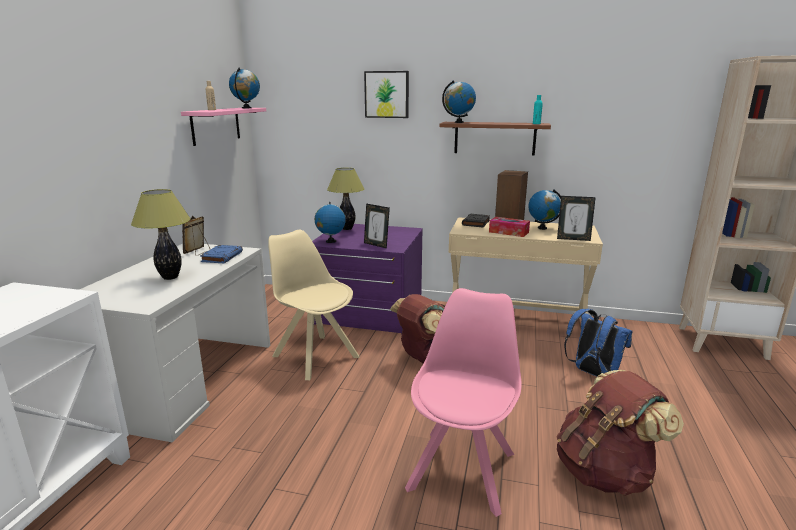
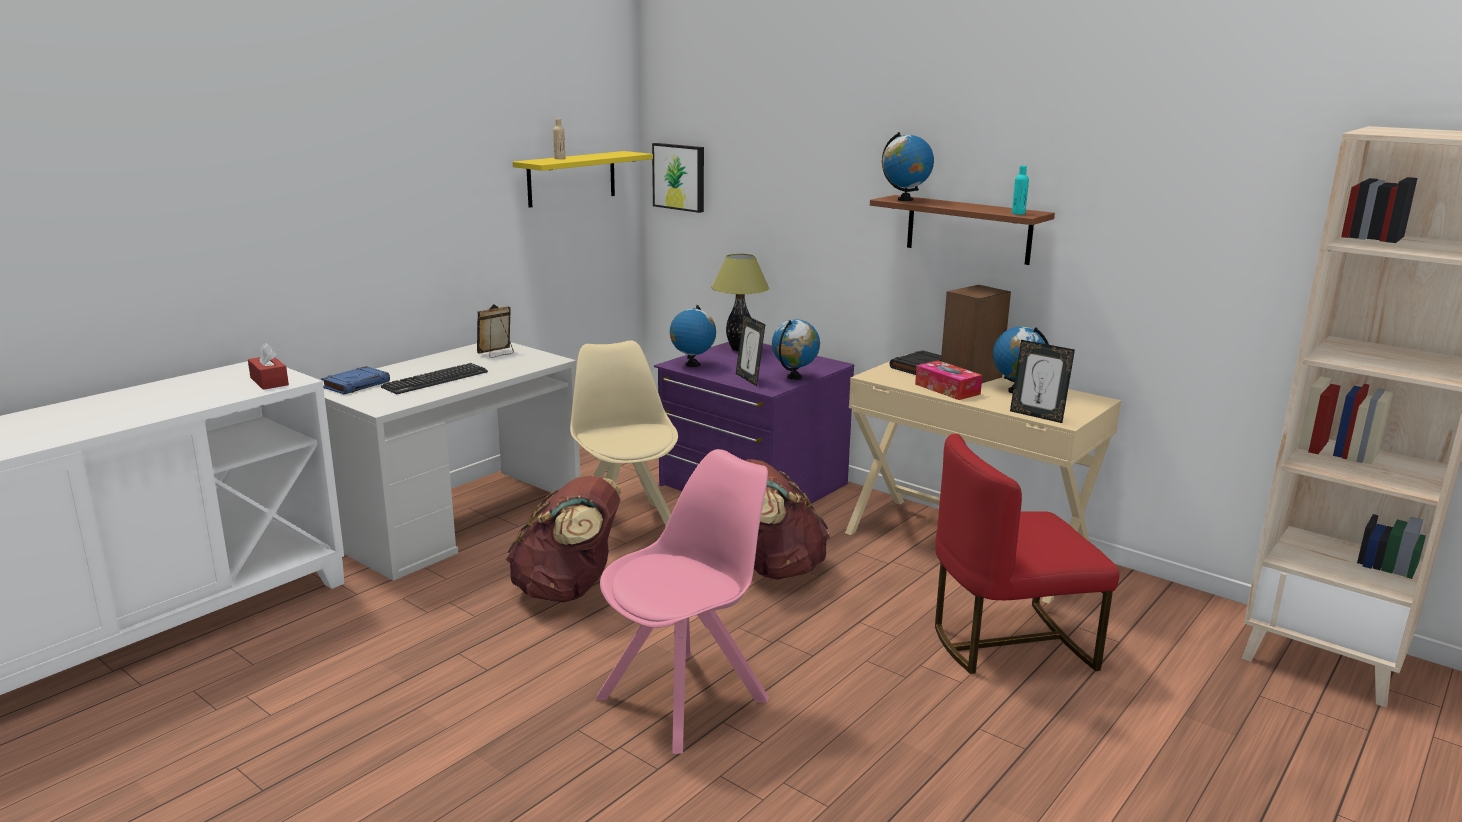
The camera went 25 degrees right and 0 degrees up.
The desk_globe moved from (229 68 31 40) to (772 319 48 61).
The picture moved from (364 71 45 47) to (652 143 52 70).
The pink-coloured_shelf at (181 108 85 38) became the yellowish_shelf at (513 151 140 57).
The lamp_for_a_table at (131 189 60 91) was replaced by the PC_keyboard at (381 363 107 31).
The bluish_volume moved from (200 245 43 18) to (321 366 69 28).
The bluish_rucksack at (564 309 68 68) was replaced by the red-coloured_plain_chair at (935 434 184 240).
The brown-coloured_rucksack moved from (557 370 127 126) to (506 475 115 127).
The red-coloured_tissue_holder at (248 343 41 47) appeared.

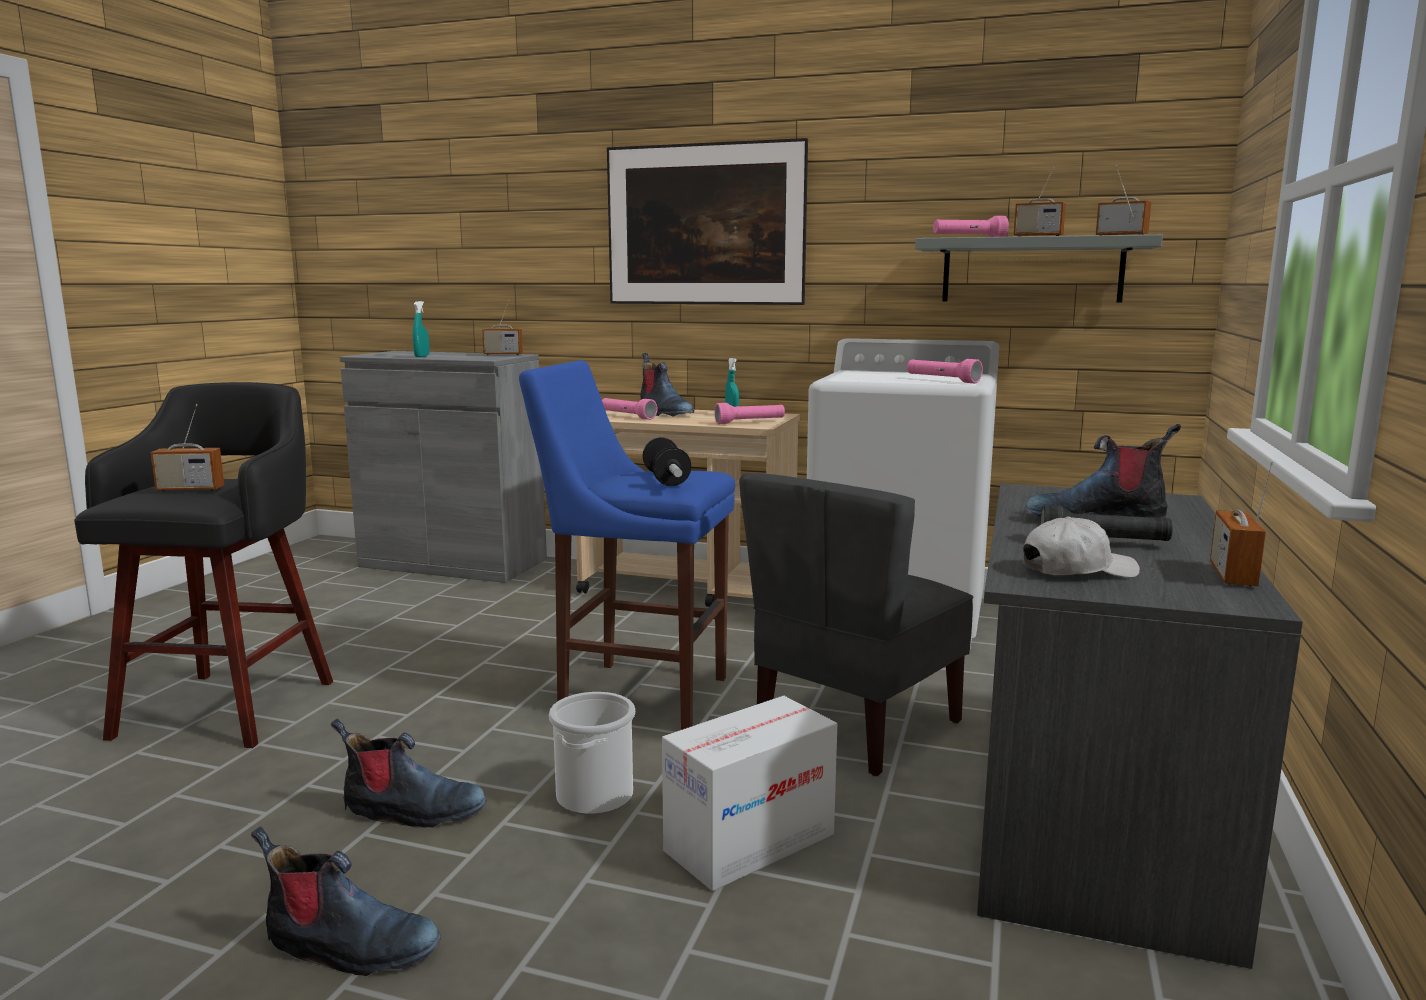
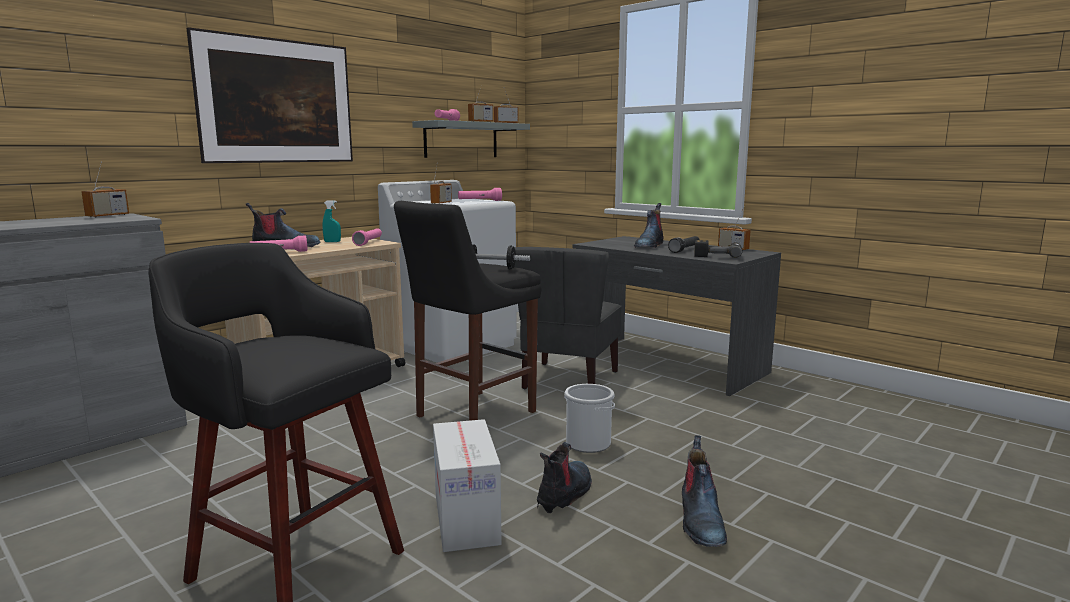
The camera went 65 degrees left and 0 degrees up.
The blue-green_hand_sprayer at (413 301 17 56) disappeared.
The bluish_stool_seat at (519 360 216 370) became the black_stool_seat at (394 201 147 220).
The radio_receiver moved from (150 404 74 88) to (430 166 22 38).
The greyish_plain_chair at (739 473 234 303) turned 45 degrees clockwise.
The whitish_cap at (1023 516 117 62) was replaced by the electric_drill at (694 240 48 18).
The cardboard_box moved from (662 696 175 195) to (433 419 69 133).
The tall_boot at (251 827 190 149) turned 150 degrees clockwise.

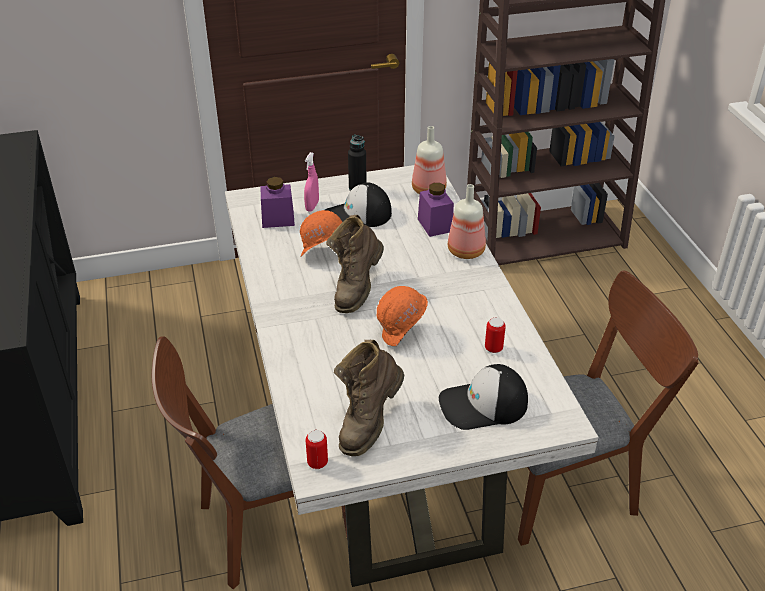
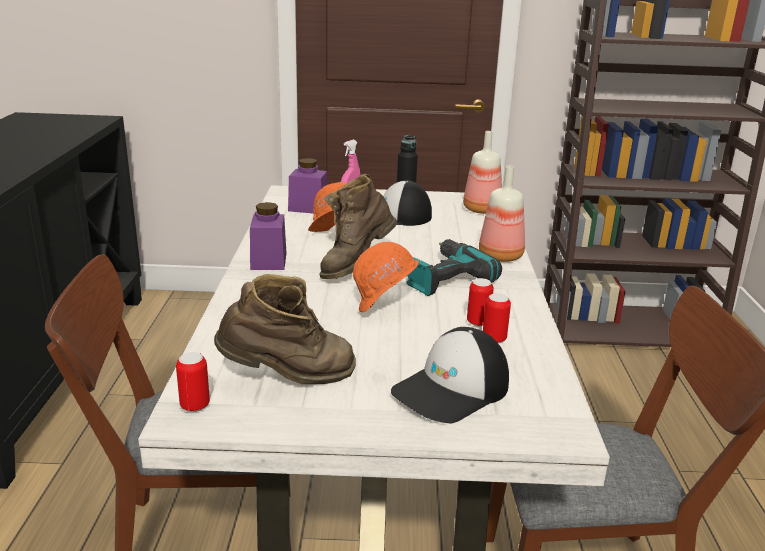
The camera went 15 degrees right and 15 degrees down.
The purplish_preserve_jar moved from (418 183 36 54) to (250 202 37 68).
The brown-coloured_tall_boot at (334 340 70 116) turned 150 degrees counterclockwise.
The cap at (439 364 89 66) turned 45 degrees counterclockwise.
The electric_drill at (406 239 96 57) appeared.
The metal_can at (467 278 27 48) appeared.

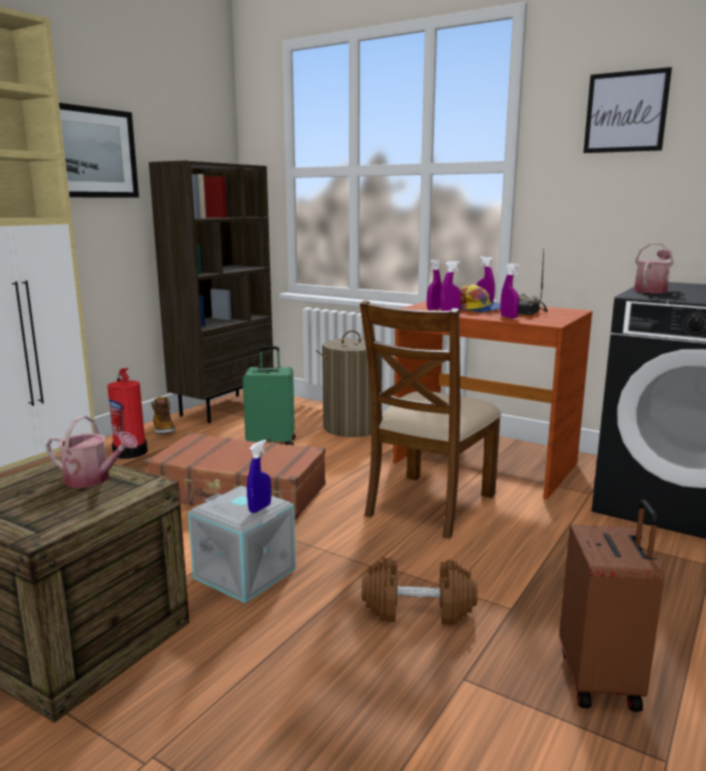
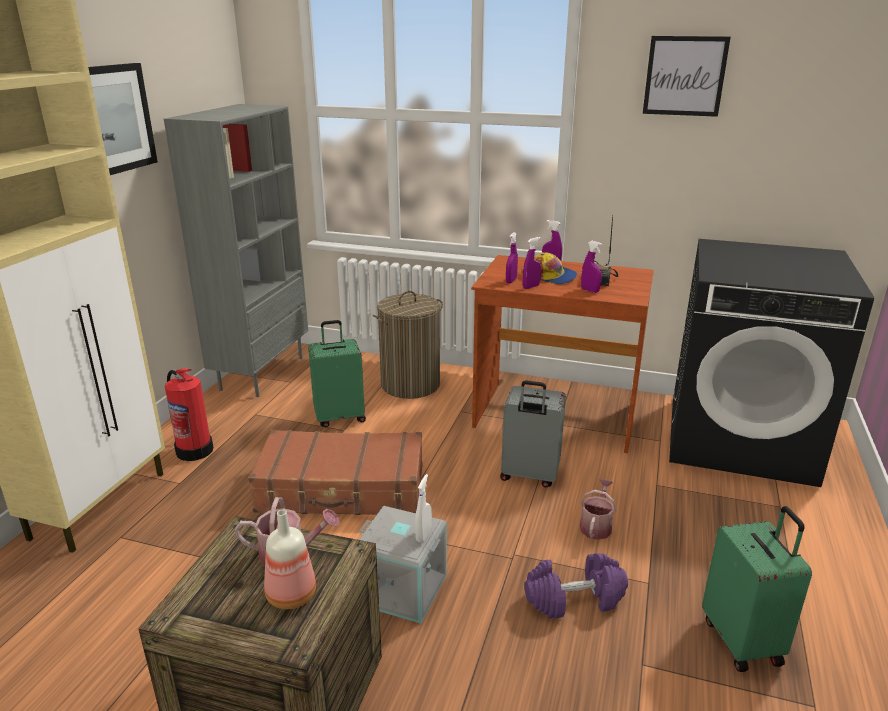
The camera went 15 degrees left and 10 degrees up.
The brown-coloured_bookcase at (149 160 124 263) became the greyish_bookcase at (164 104 144 293).
The sprinkling_can moved from (634 243 39 50) to (580 479 36 61).
The brown-coloured_plain_chair at (360 301 141 238) was replaced by the greyish_travel_case at (500 380 66 108).
The tall_boot at (152 396 24 38) disappeared.
The bluish_hand_sprayer at (247 440 24 73) became the whitish_hand_sprayer at (415 474 17 69).
The brown-coloured_travel_case at (559 500 105 212) became the green_travel_case at (702 506 110 166).
The brown-coloured_free_weight at (362 557 116 68) became the purplish_free_weight at (525 553 103 66).
The beverage_bottle at (264 510 52 99) appeared.

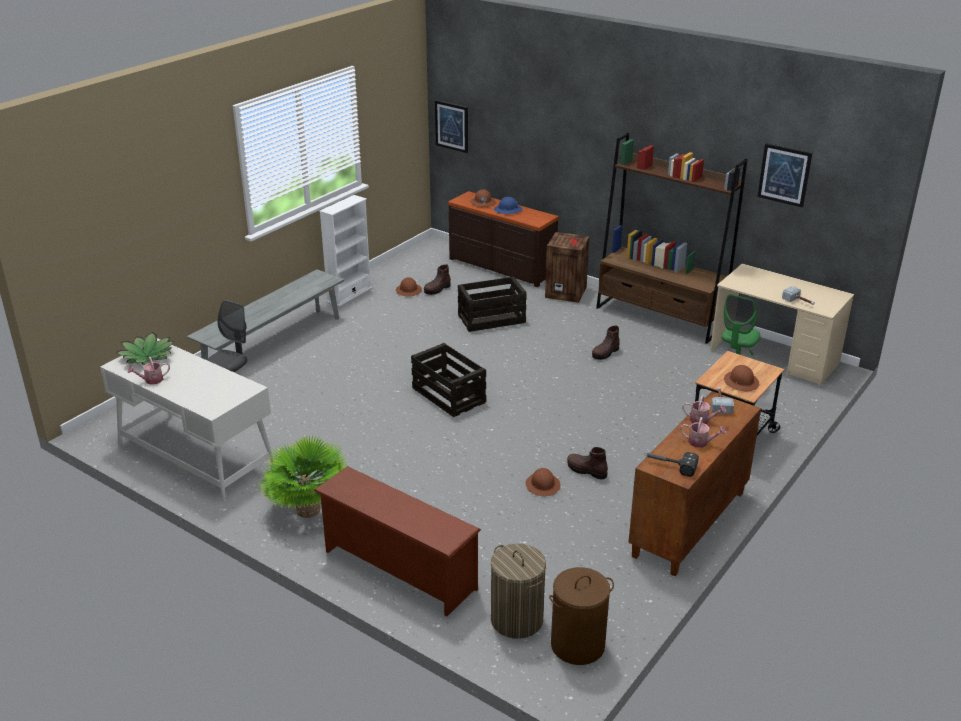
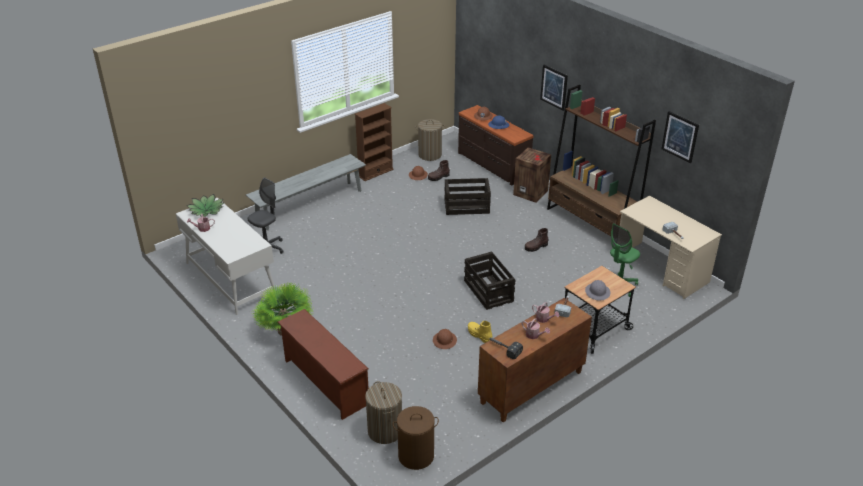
The camera went 15 degrees right and 5 degrees up.
The picture moved from (435 100 33 53) to (540 65 28 46).
The whitish_bookcase at (319 195 53 111) became the brown-coloured_bookcase at (354 103 40 78).
The shipping_crate moved from (411 343 75 74) to (464 251 51 59).
The brown-coloured_work_helmet at (724 365 35 26) became the greyish_work_helmet at (585 280 25 20).
The brown-coloured_tall_boot at (567 447 41 32) became the yellowish_tall_boot at (468 321 25 22).
The laundry_basket at (415 119 30 42) appeared.

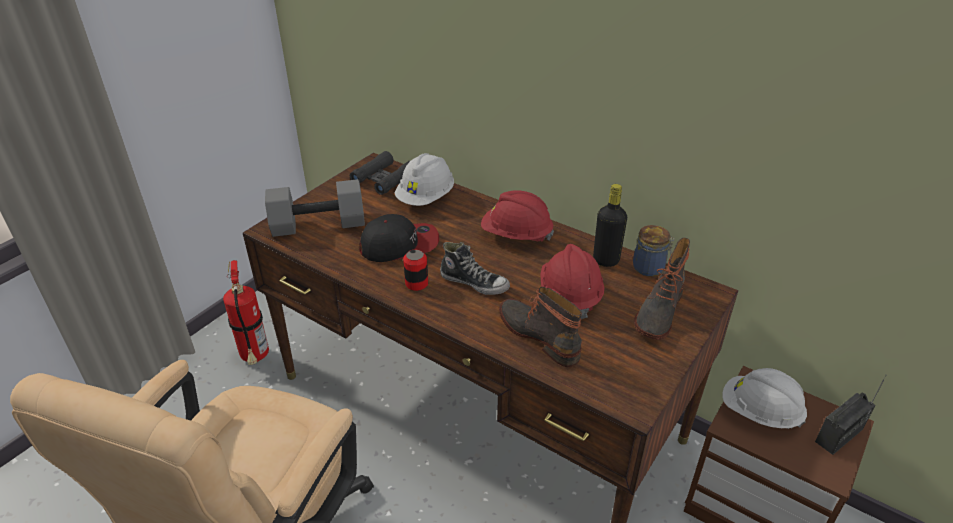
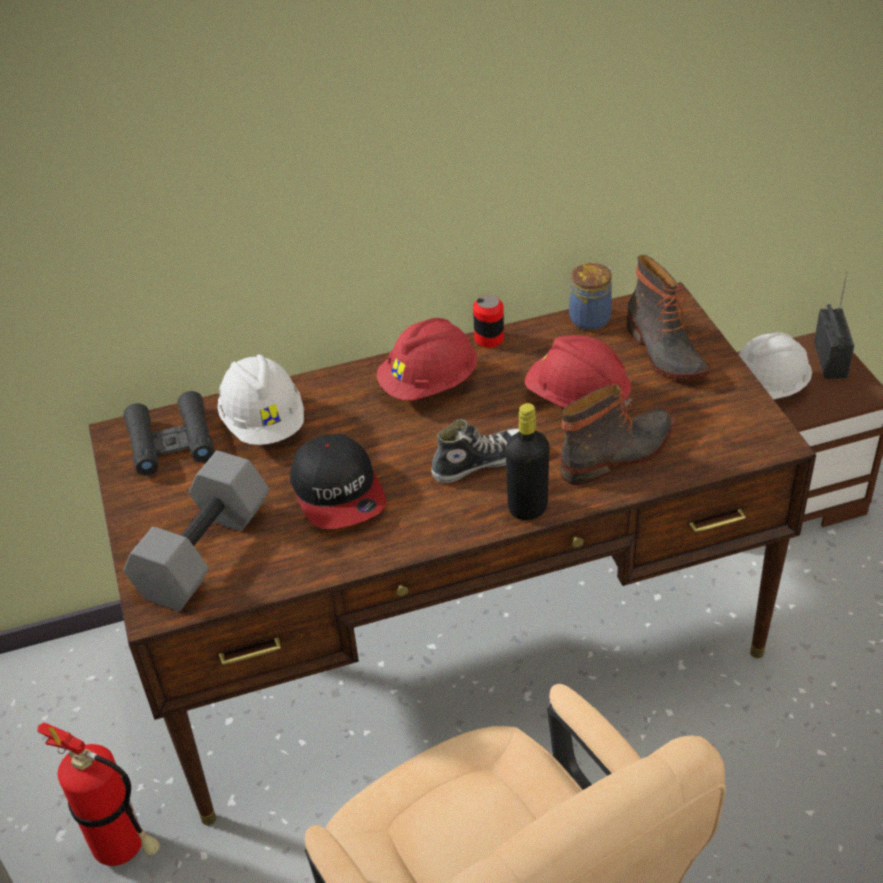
The camera went 50 degrees left and 5 degrees up.
The black_beverage_bottle moved from (593 184 34 83) to (505 403 44 117).
The cap at (359 214 80 48) turned 135 degrees clockwise.
The metal_can moved from (403 250 25 41) to (473 295 31 53).
The tall_boot at (499 287 83 80) turned 150 degrees clockwise.

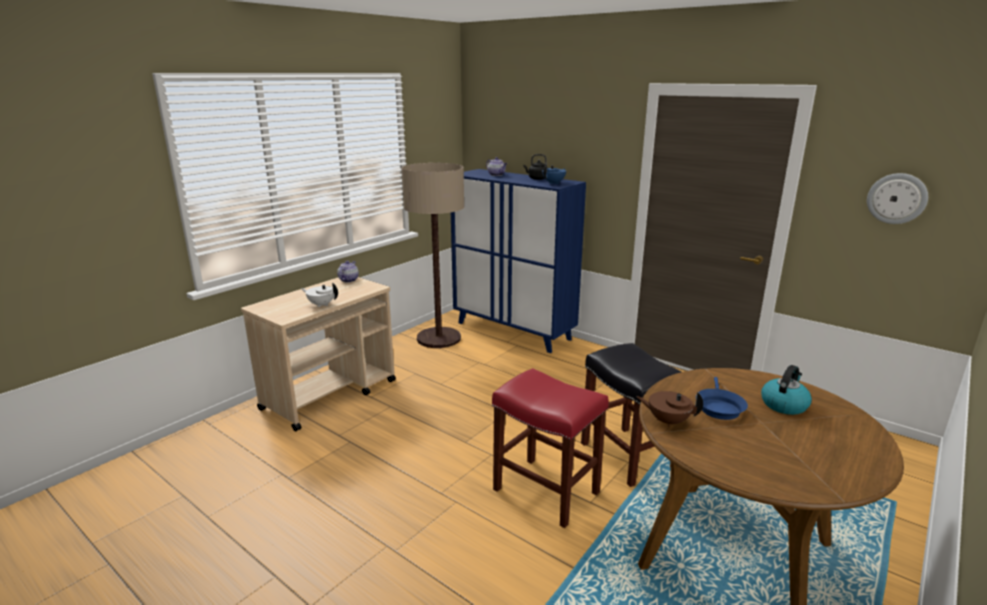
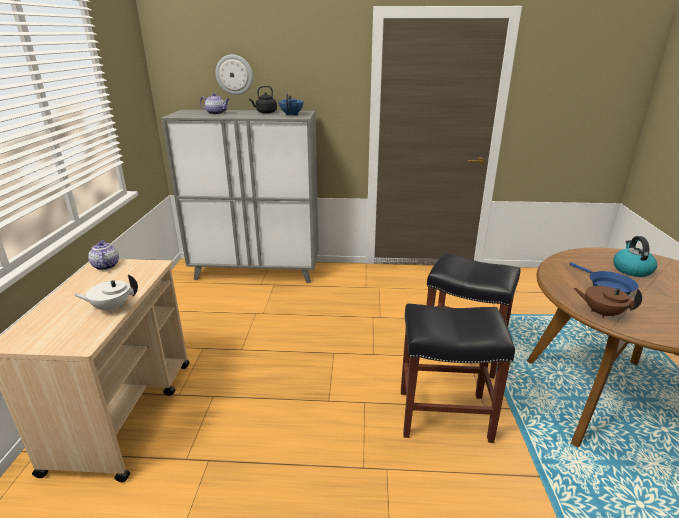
The camera went 35 degrees left and 5 degrees up.
The standard_lamp at (401 163 63 185) disappeared.
The bluish_cabinet at (451 169 135 184) became the greyish_cabinet at (161 110 158 173).
The hanging_clock moved from (867 173 61 51) to (215 55 38 40).
The red-coloured_stool_seat at (492 368 117 160) became the black_stool_seat at (401 303 114 140).
The brown-coloured_teapot at (637 391 66 36) turned 45 degrees clockwise.

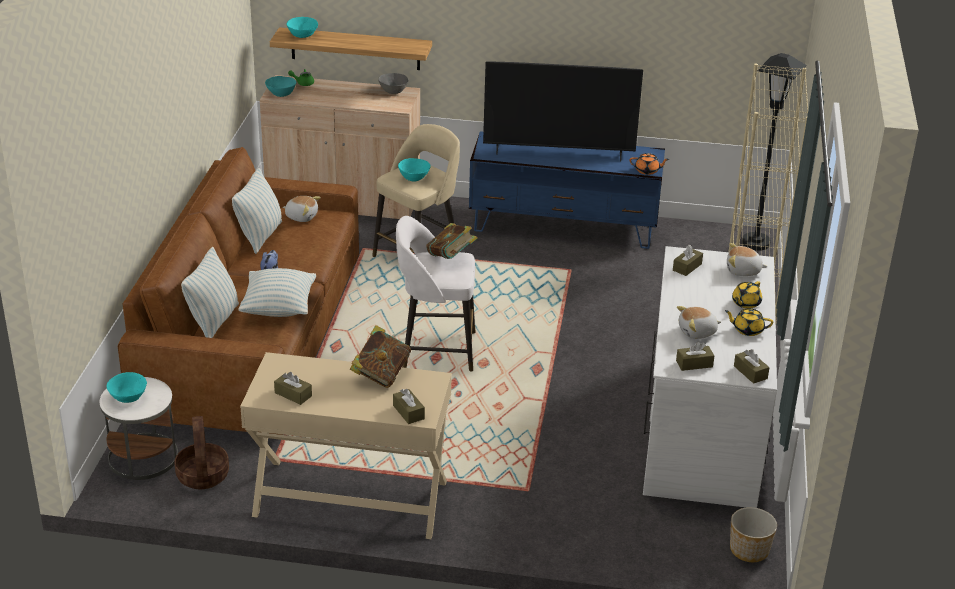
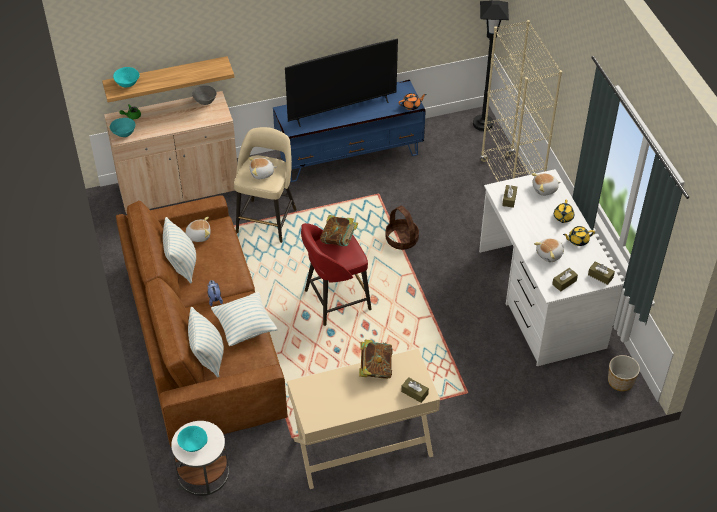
The camera went 25 degrees left and 15 degrees up.
The blue-green_deep_dish at (398 158 32 23) was replaced by the soft_toy at (248 157 29 22).
The whitish_stool_seat at (396 216 80 155) became the red-coloured_stool_seat at (301 223 70 103).
The brown-coloured_tissue_holder at (274 372 38 33) disappeared.
The storage_basket moved from (174 416 55 73) to (385 206 34 44).

